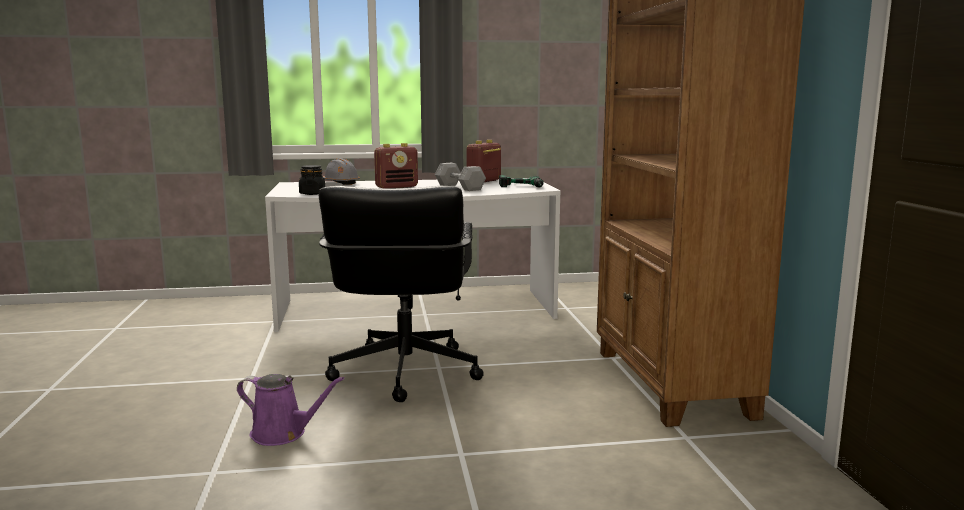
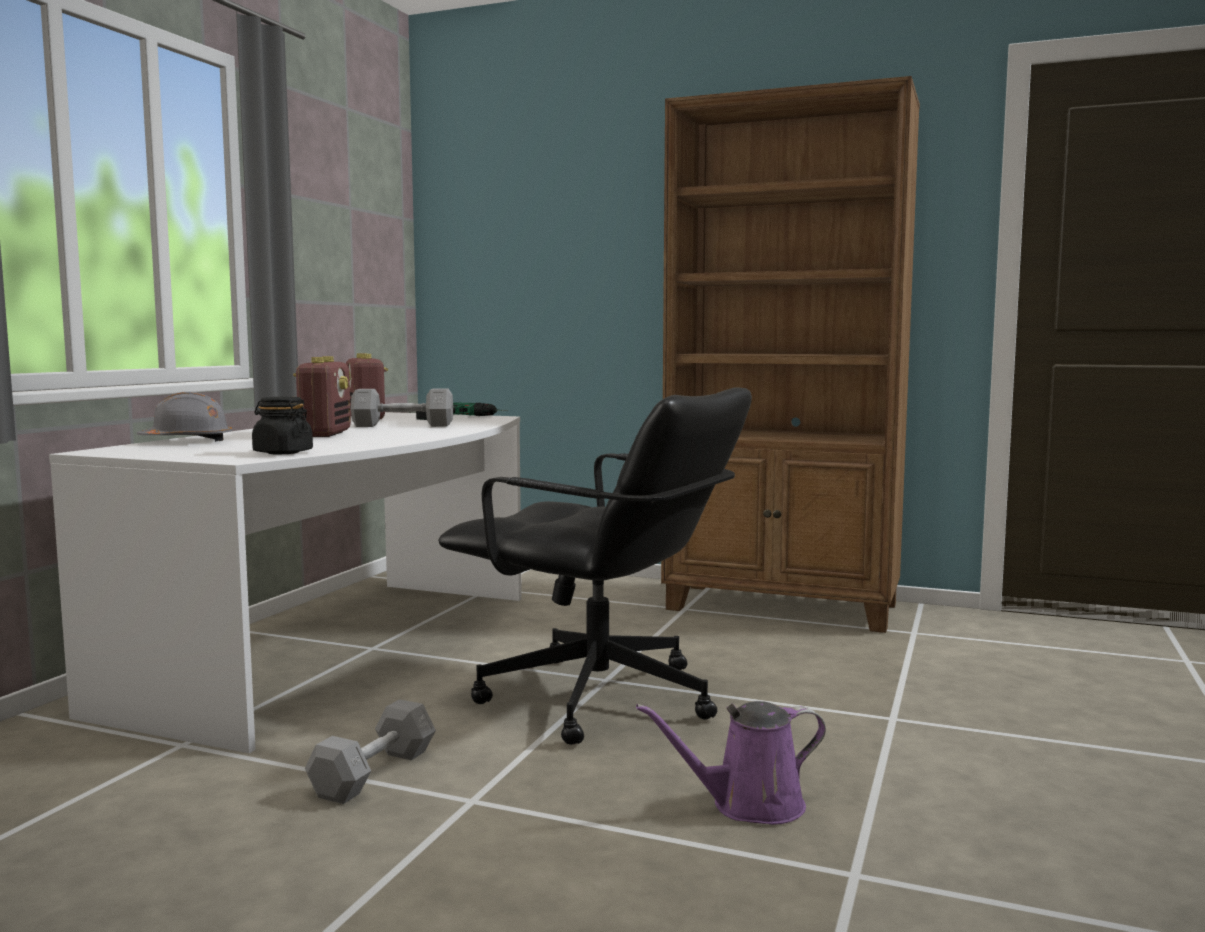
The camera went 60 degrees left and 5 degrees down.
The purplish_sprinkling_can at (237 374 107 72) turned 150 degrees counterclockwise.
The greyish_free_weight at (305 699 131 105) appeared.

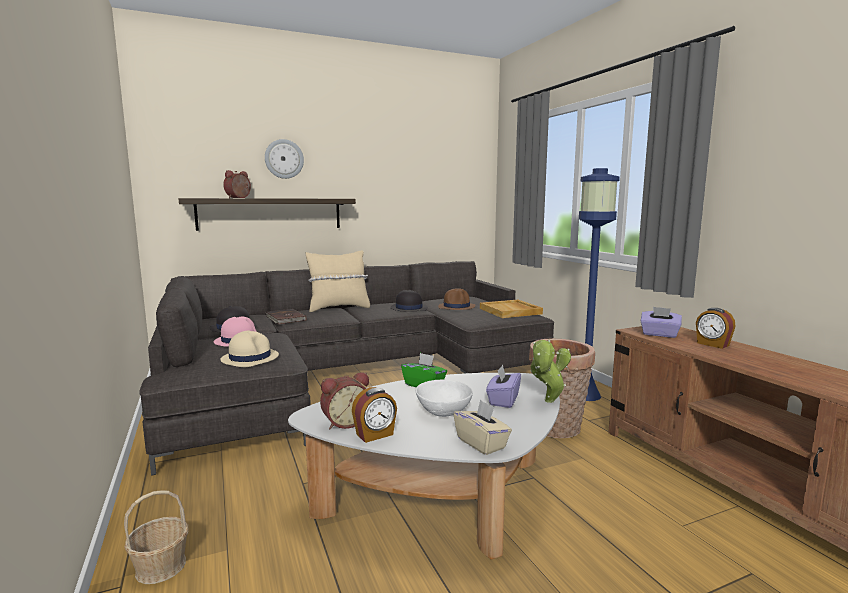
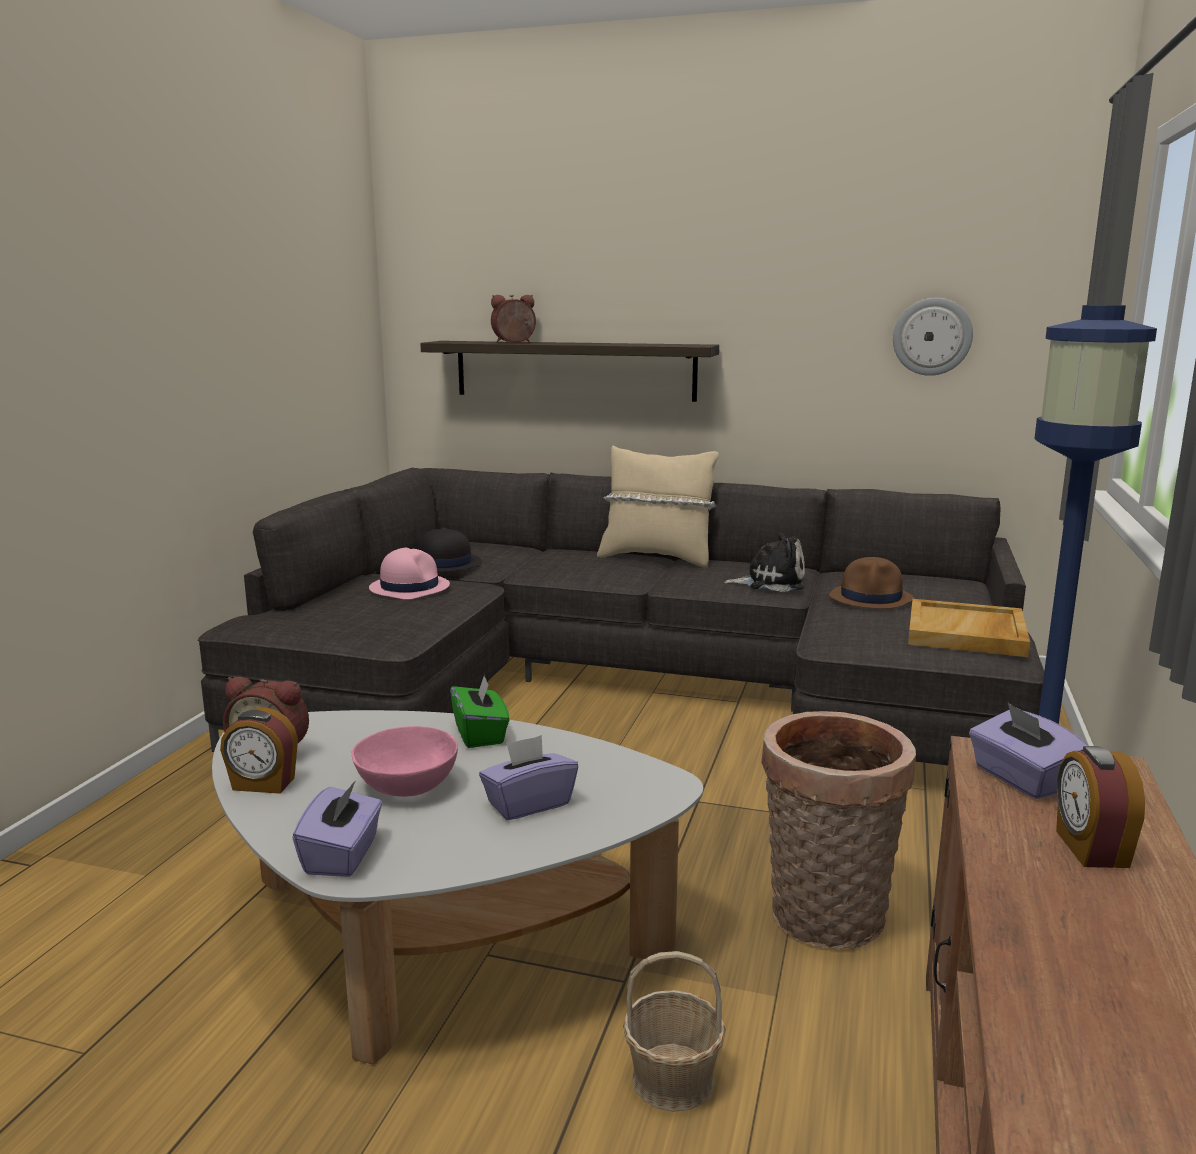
The camera went 40 degrees right and 5 degrees up.
The hanging_clock moved from (265 139 39 40) to (893 298 80 78).
The black_hat at (390 290 38 22) was replaced by the soft_toy at (724 533 81 59).
The brown-coloured_volume at (266 309 40 15) disappeared.
The beige-coloured_hat at (220 330 59 37) disappeared.
The potted_plant at (530 339 41 64) disappeared.
The whitish_deep_dish at (416 380 57 37) became the pink-coloured_deep_dish at (352 726 106 71).
The beige-coloured_tissue_holder at (453 400 59 55) became the purplish_tissue_holder at (293 780 89 97).
The storage_basket moved from (124 490 65 94) to (623 951 103 161).

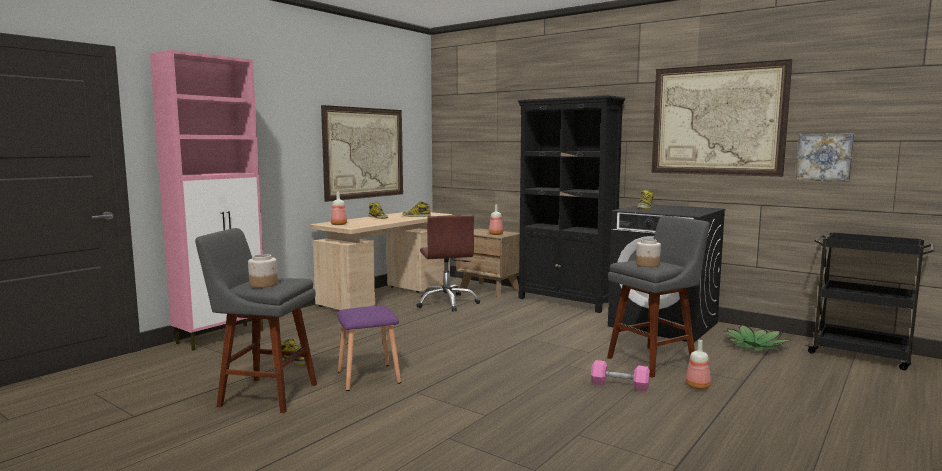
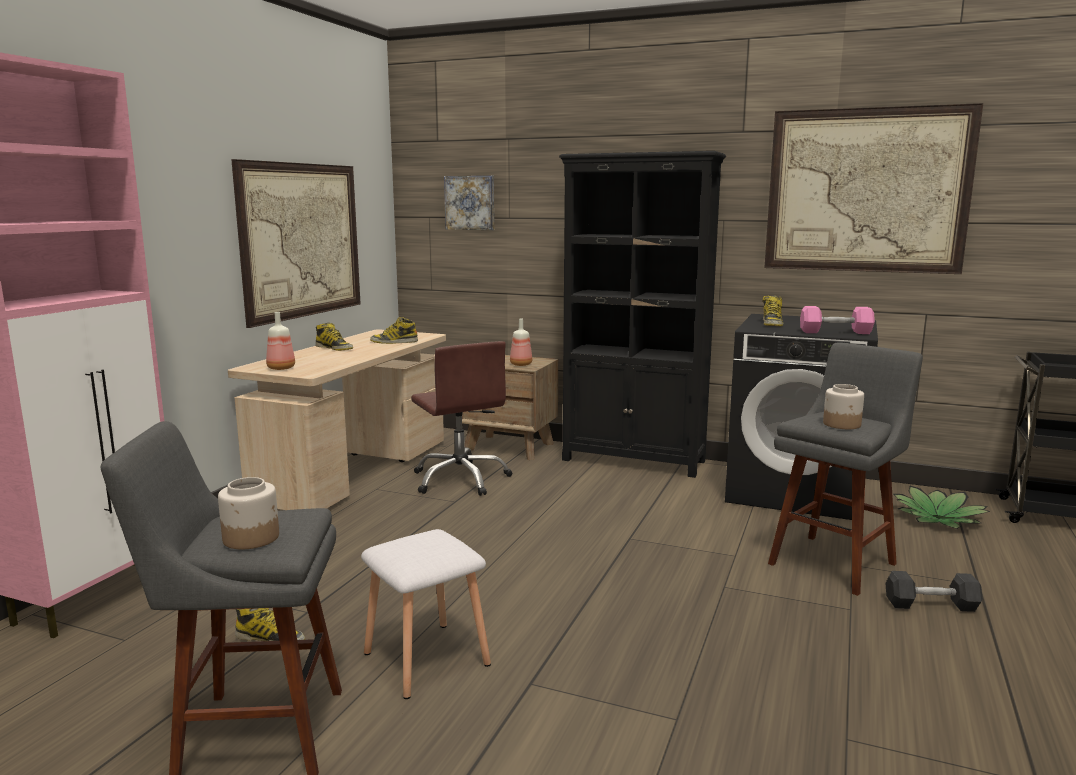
The camera went 15 degrees left and 5 degrees up.
The picture moved from (796 133 58 49) to (444 176 50 54).
The purplish_stool_seat at (337 306 64 85) became the whitish_stool_seat at (361 529 130 170).
The beverage_bottle at (686 340 25 50) was replaced by the greyish_free_weight at (885 571 98 41).
The pink-coloured_free_weight moved from (591 360 59 31) to (800 306 75 28).

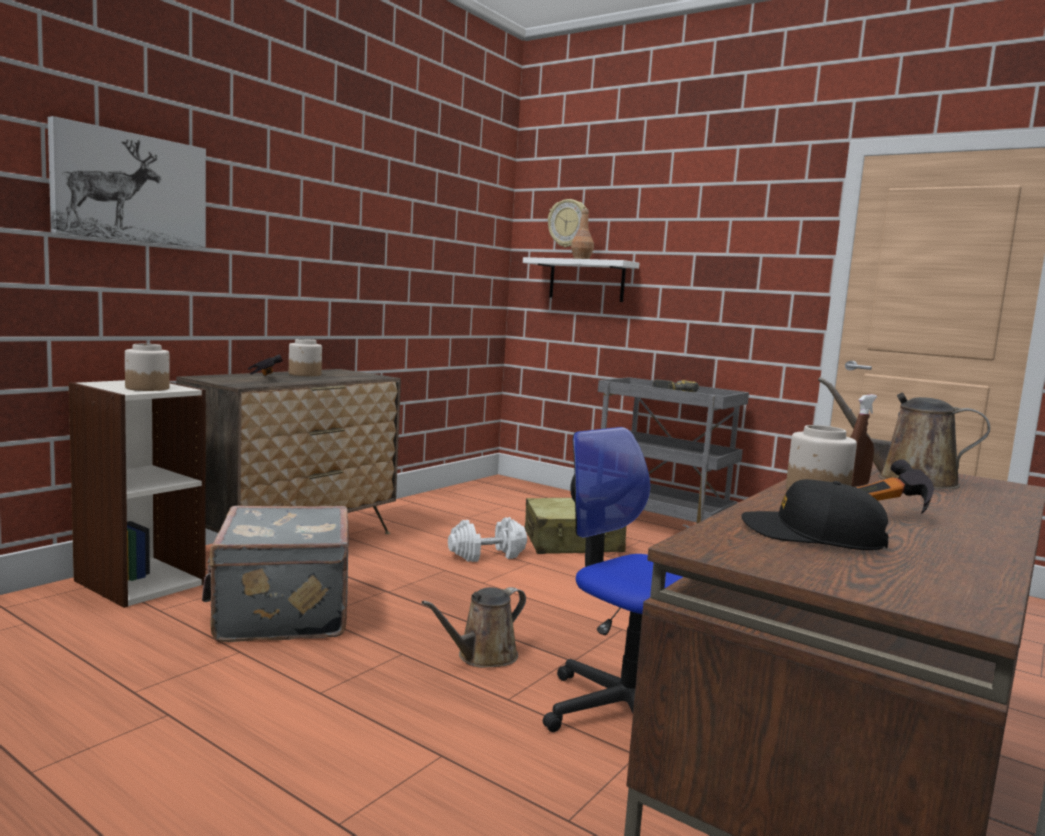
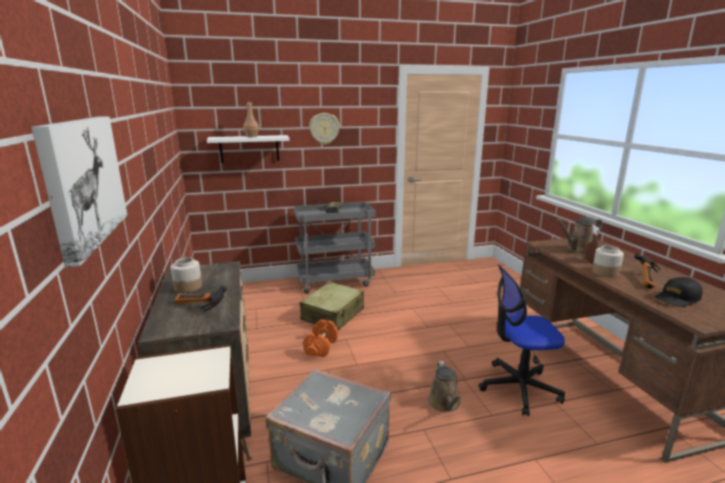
The camera went 50 degrees left and 10 degrees up.
The hanging_clock moved from (548 199 39 48) to (309 113 31 32).
The preserve_jar at (125 344 45 47) disappeared.
The whitish_free_weight at (448 517 79 45) became the orangey_free_weight at (303 319 35 38).

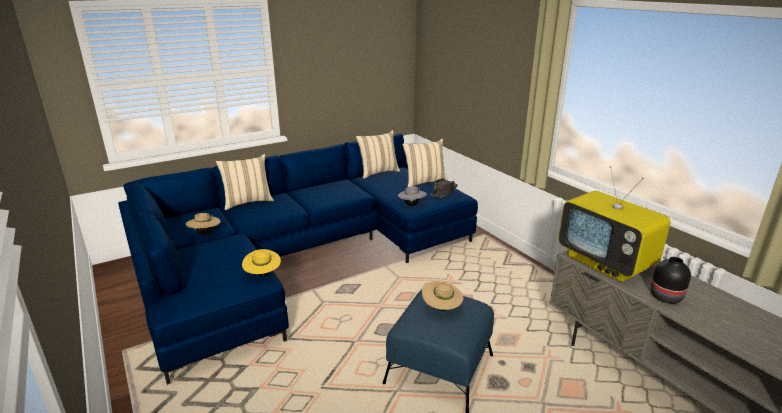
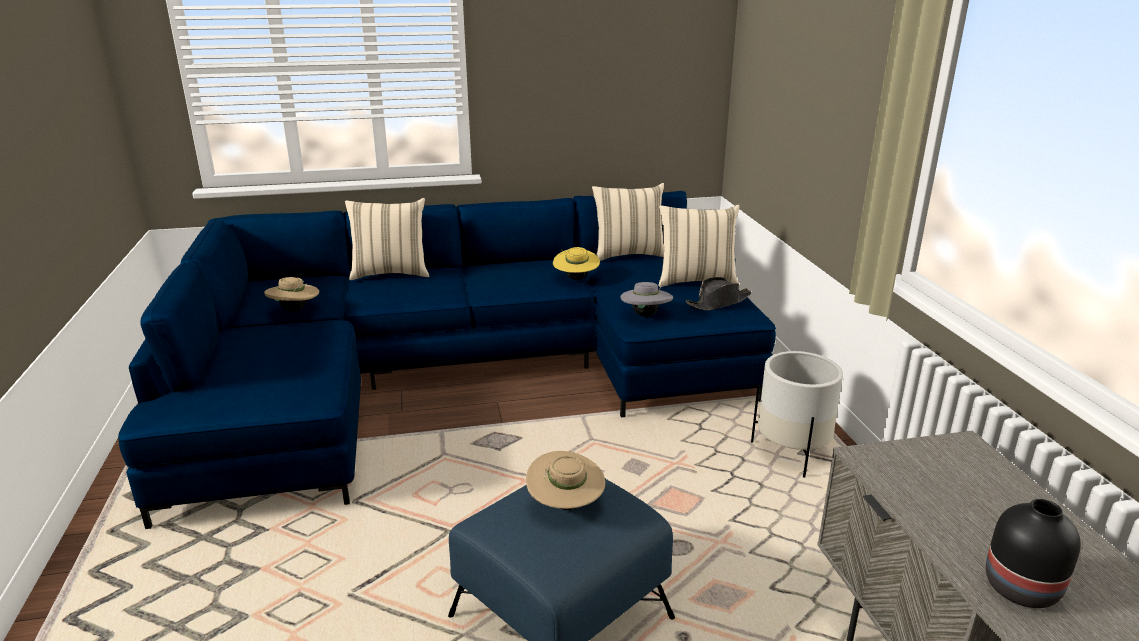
The camera went 20 degrees right and 0 degrees up.
The TV_set at (558 166 112 116) disappeared.
The yellowish_hat moved from (242 249 39 27) to (553 247 47 33).
The whitish_planter at (751 351 92 126) appeared.

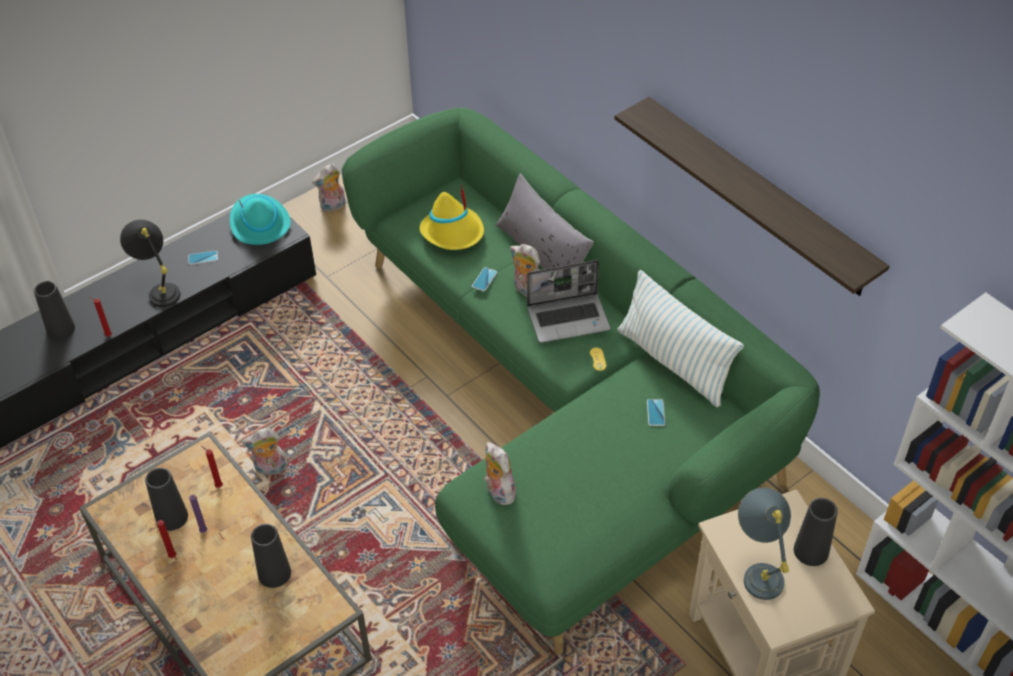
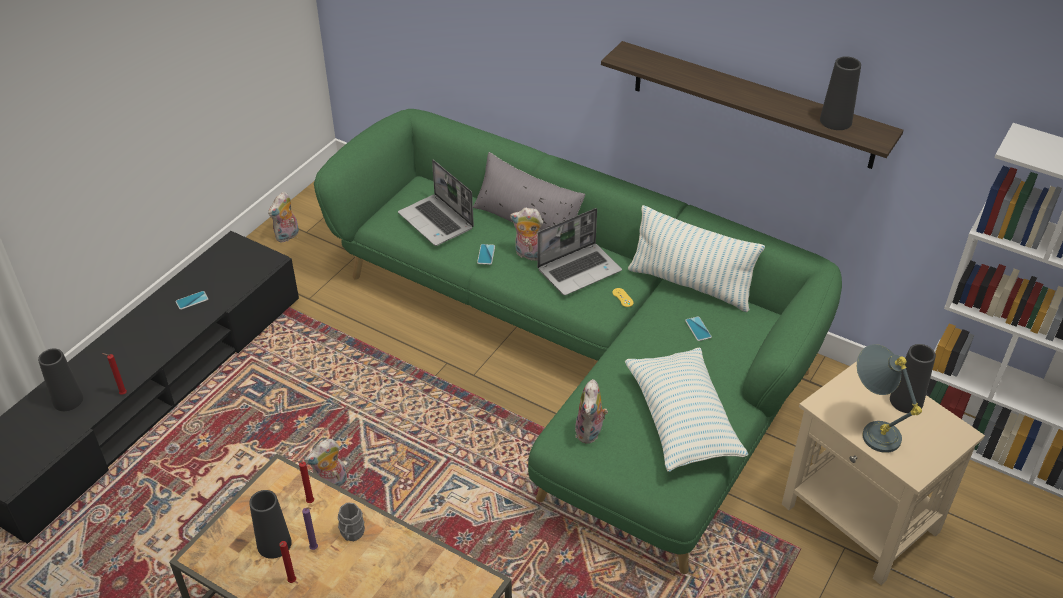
The camera went 20 degrees left and 5 degrees down.
The yellowish_hat at (420 183 64 67) was replaced by the portable_computer at (398 160 76 86).
The blue-green_hat at (230 194 61 51) disappeared.
The black_lamp_for_a_table at (120 220 60 87) disappeared.
The soft_toy at (484 442 32 63) turned 120 degrees counterclockwise.
The black_decorative_vase moved from (251 524 40 64) to (820 56 41 74).
The throw_pillow at (625 348 124 124) appeared.
The greyish_coffee_mug at (338 502 27 39) appeared.

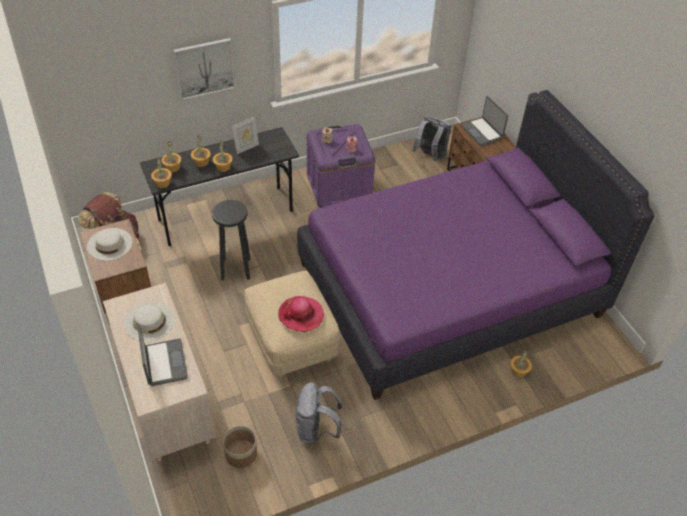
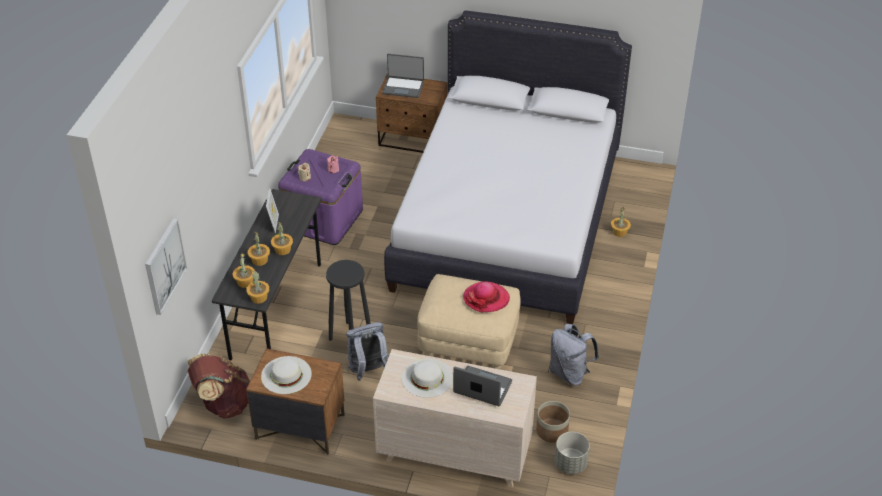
The camera went 50 degrees left and 5 degrees down.
The picture moved from (173 38 62 62) to (145 218 43 97).
The purplish_bed at (297 90 358 310) became the whitish_bed at (384 10 248 314).
The greyish_rucksack moved from (412 116 40 45) to (346 322 43 59).
The greyish_planter at (555 432 35 42) appeared.

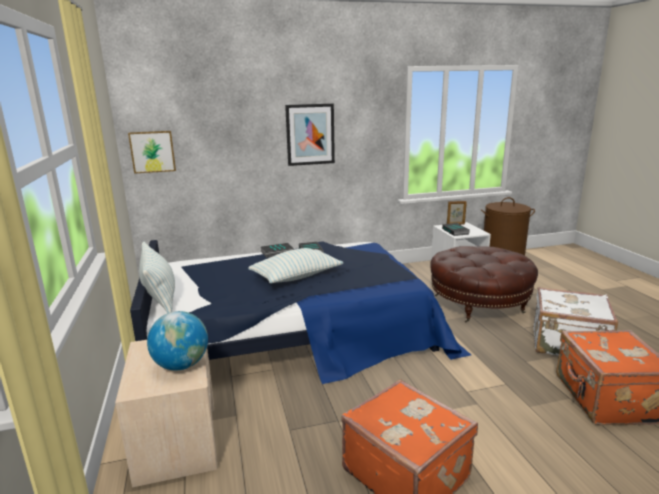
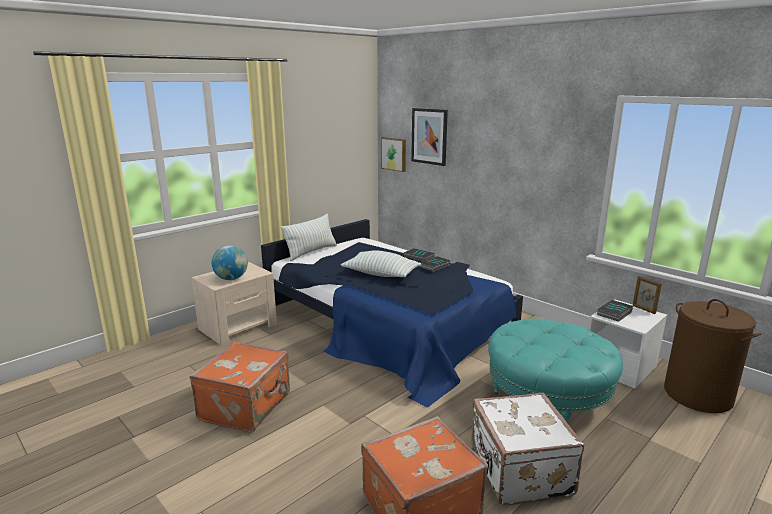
The camera went 60 degrees right and 0 degrees up.
The picture moved from (285 103 50 63) to (411 108 37 58).
The brown-coloured_ottoman at (430 246 108 76) became the blue-green_ottoman at (488 318 135 104).

